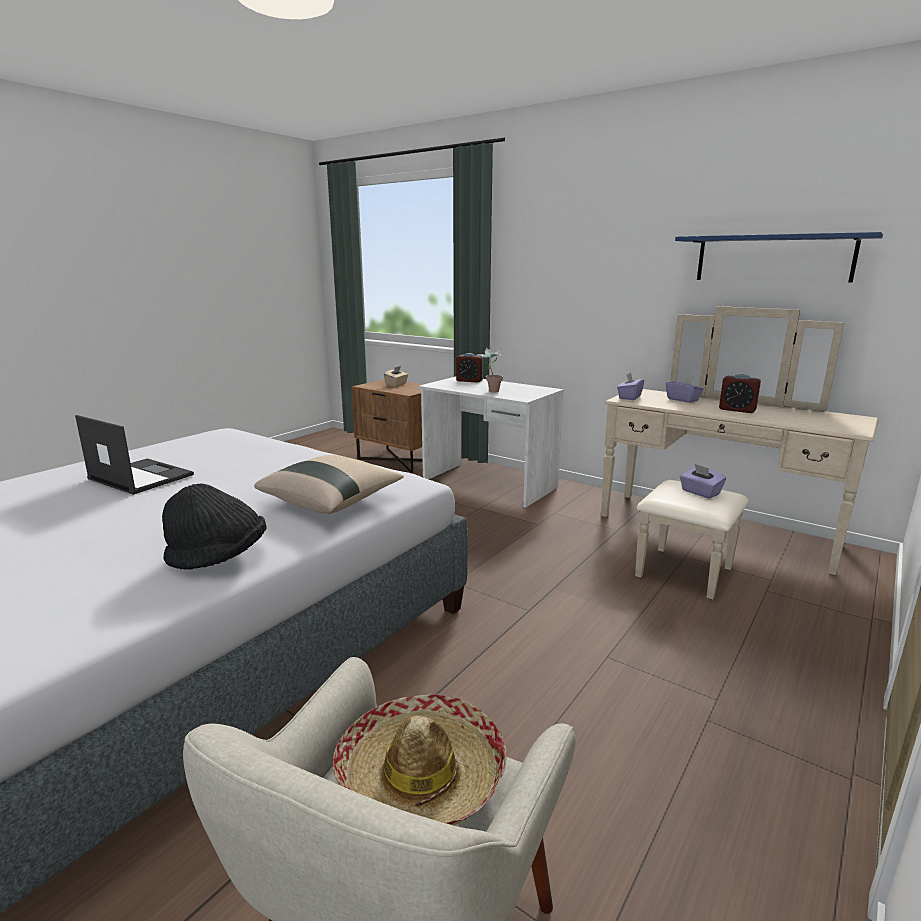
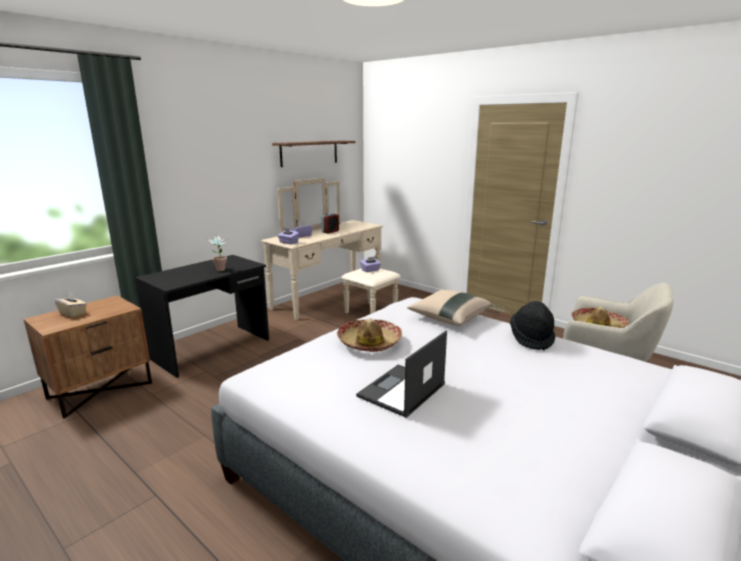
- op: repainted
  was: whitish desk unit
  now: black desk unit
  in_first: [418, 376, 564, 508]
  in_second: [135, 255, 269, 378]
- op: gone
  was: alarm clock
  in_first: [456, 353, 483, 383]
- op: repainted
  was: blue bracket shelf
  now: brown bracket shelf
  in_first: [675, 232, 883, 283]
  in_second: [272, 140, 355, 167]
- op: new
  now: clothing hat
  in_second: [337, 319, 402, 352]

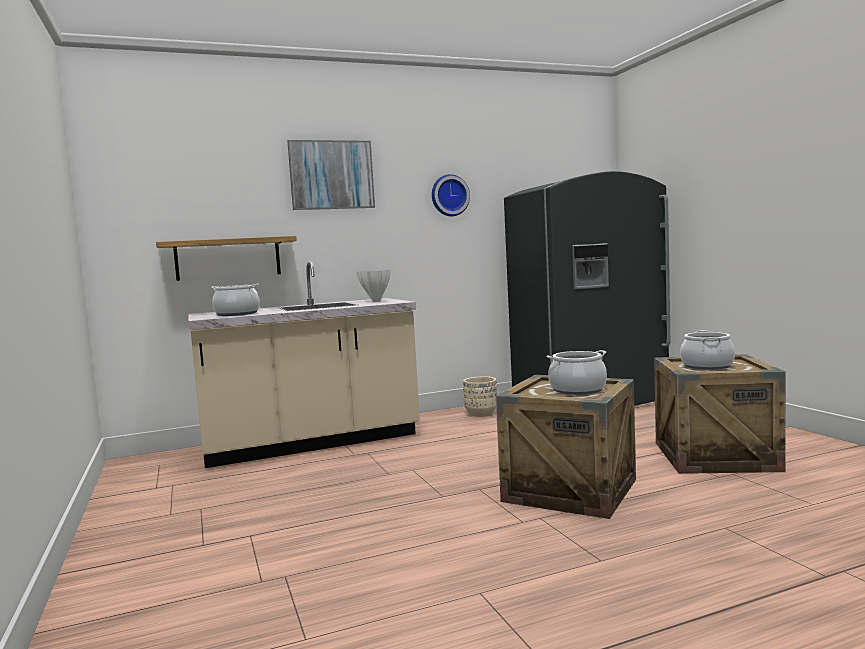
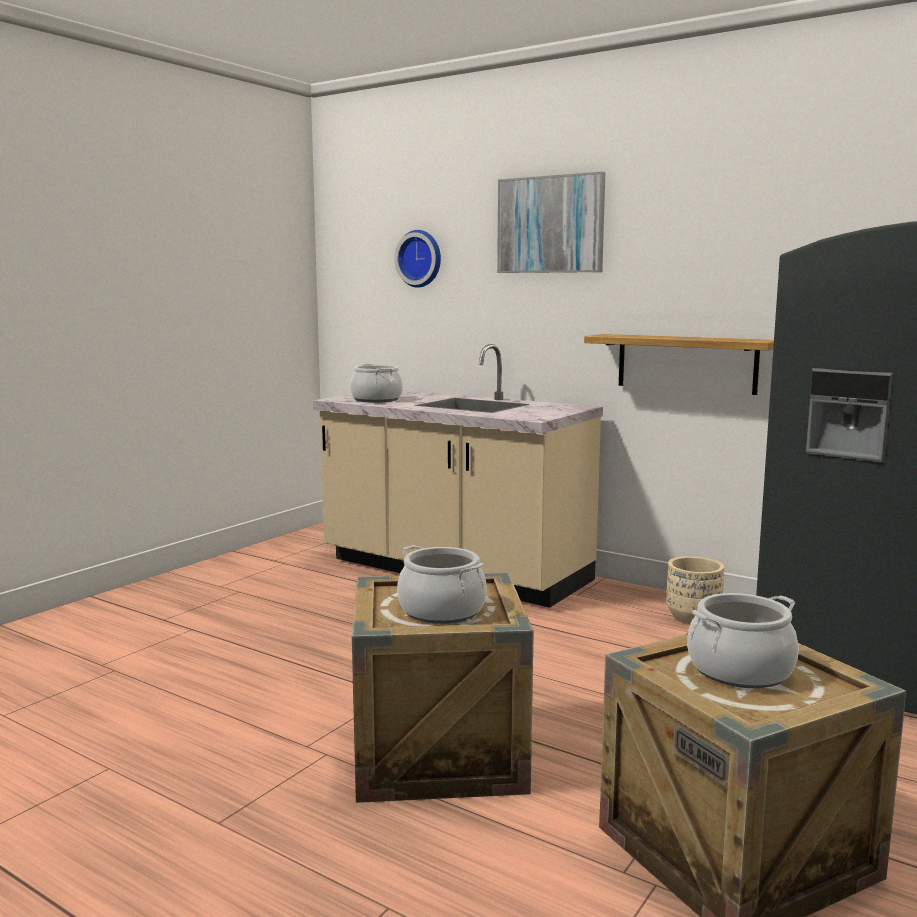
- op: shifted
  was: bracket shelf
  in_first: [156, 236, 297, 281]
  in_second: [584, 334, 774, 395]
- op: gone
  was: whitish decorative vase
  in_first: [357, 270, 390, 302]
- op: shifted
  was: wall clock
  in_first: [432, 174, 470, 216]
  in_second: [394, 230, 441, 288]

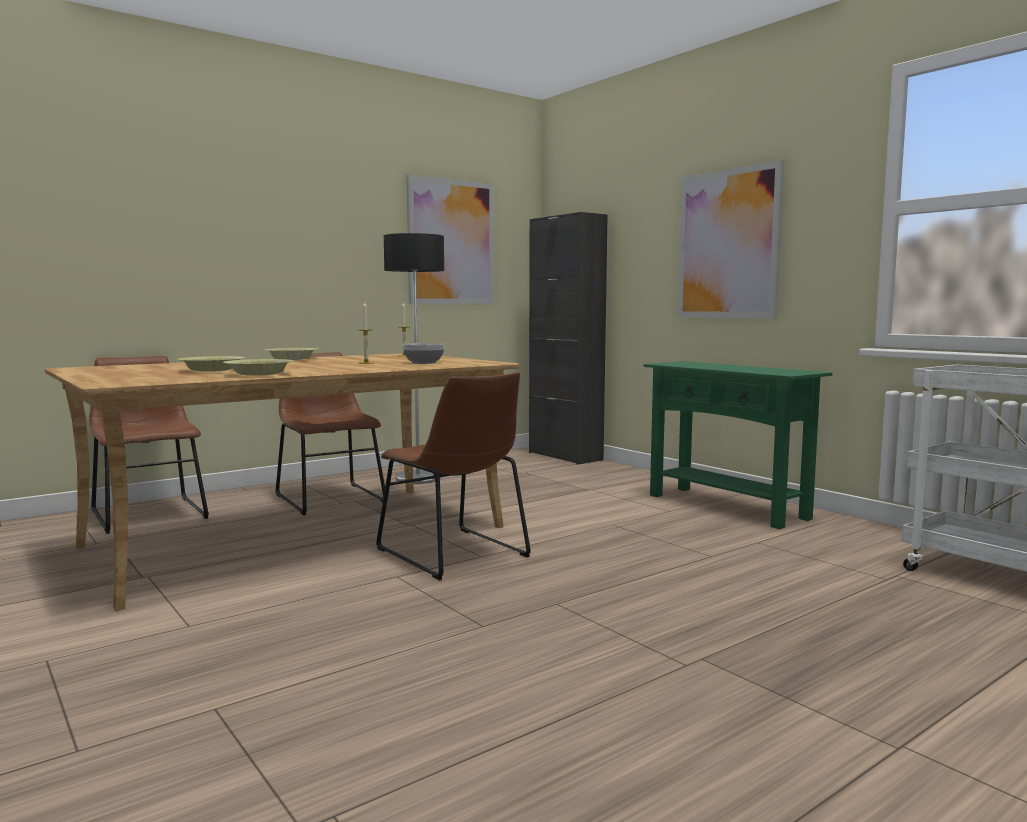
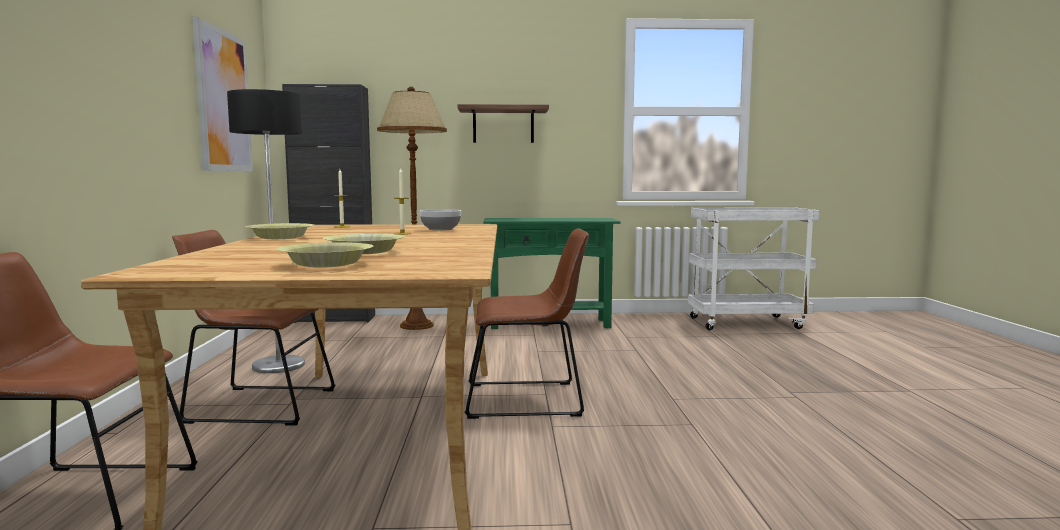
- op: shifted
  was: yellowish bowl
  in_first: [223, 359, 294, 376]
  in_second: [277, 242, 373, 268]
- op: swapped
  was: wall art
  now: bracket shelf
  in_first: [677, 160, 784, 319]
  in_second: [458, 104, 549, 143]
- op: new
  now: brown standard lamp
  in_second: [377, 87, 447, 330]

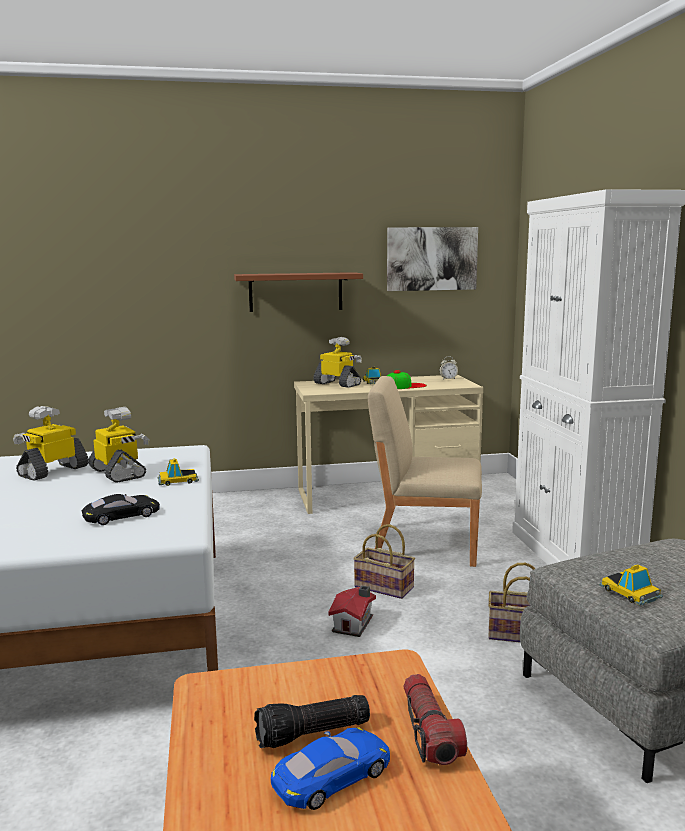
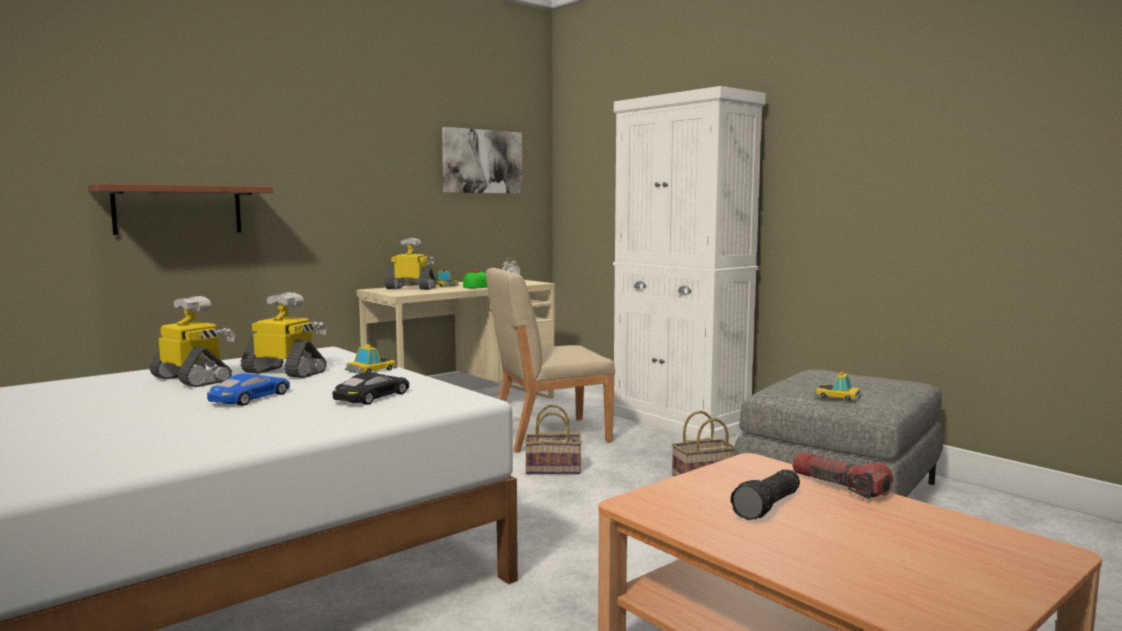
- op: rotated
  was: robot figure
  in_first: [13, 406, 88, 481]
  in_second: [150, 296, 235, 387]
  clockwise: 120
- op: shifted
  was: brown bracket shelf
  in_first: [234, 272, 363, 312]
  in_second: [88, 184, 273, 235]
- op: shifted
  was: blue toy car
  in_first: [271, 727, 390, 810]
  in_second: [207, 373, 290, 406]
- op: gone
  was: toy house
  in_first: [328, 586, 376, 637]

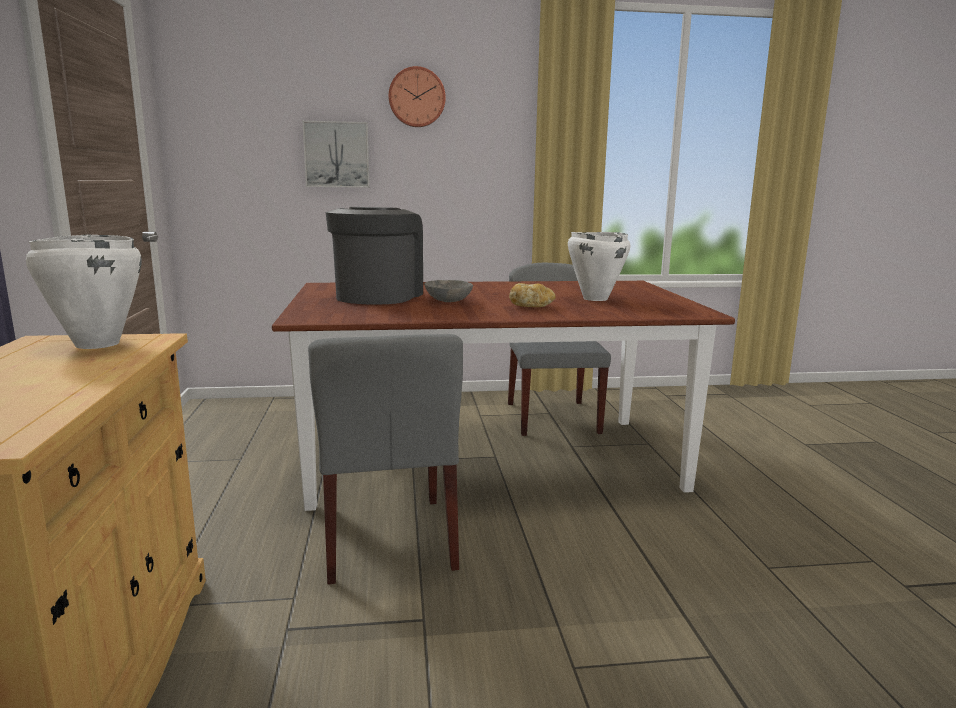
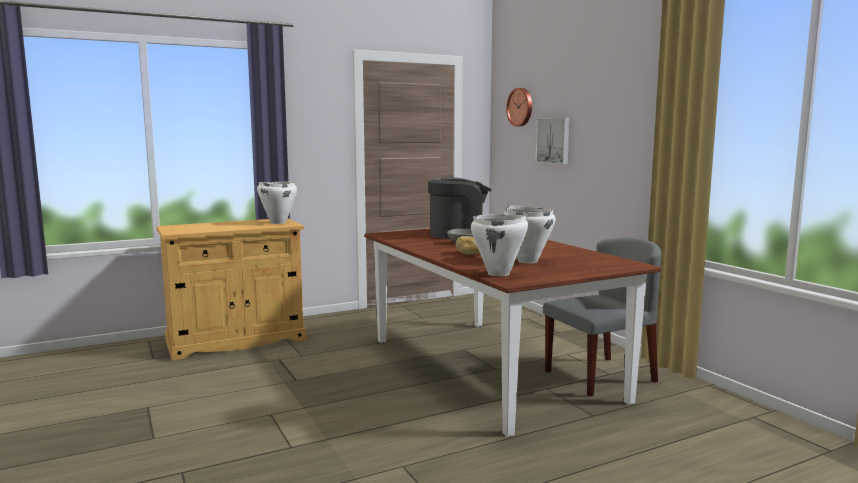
- op: gone
  was: grey plain chair
  in_first: [308, 334, 463, 585]
- op: shifted
  was: wall clock
  in_first: [389, 66, 446, 127]
  in_second: [506, 88, 532, 127]
- op: new
  now: whitish stockpot
  in_second: [471, 215, 528, 276]

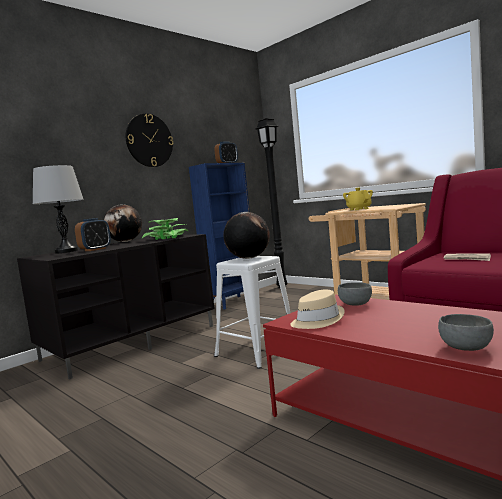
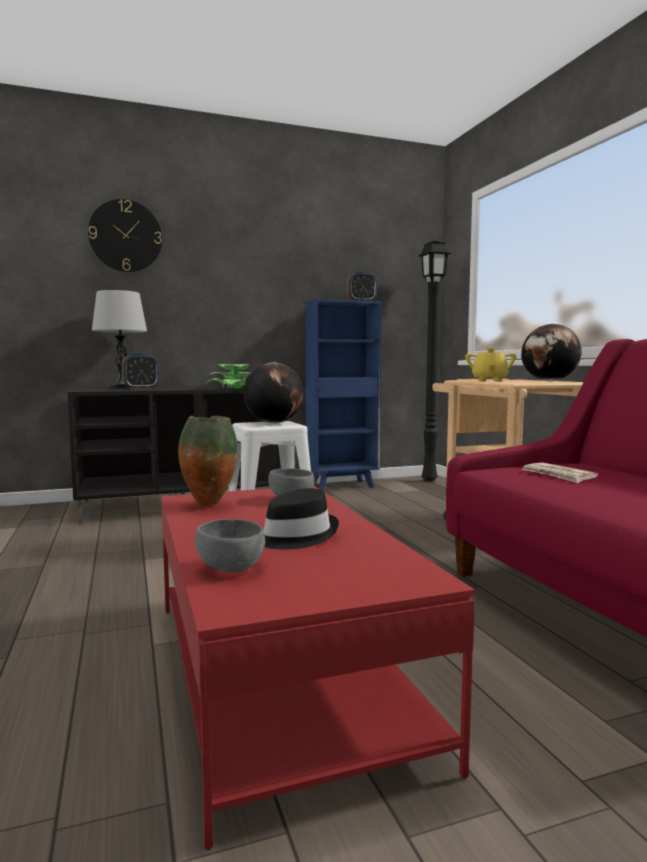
- op: shifted
  was: world globe
  in_first: [104, 204, 142, 242]
  in_second: [521, 324, 582, 381]
- op: shifted
  was: wall clock
  in_first: [126, 114, 173, 167]
  in_second: [88, 199, 162, 272]
- op: swapped
  was: beige-coloured clothing hat
  now: decorative vase
  in_first: [290, 290, 345, 329]
  in_second: [178, 416, 238, 507]
- op: new
  now: black clothing hat
  in_second: [264, 488, 339, 549]

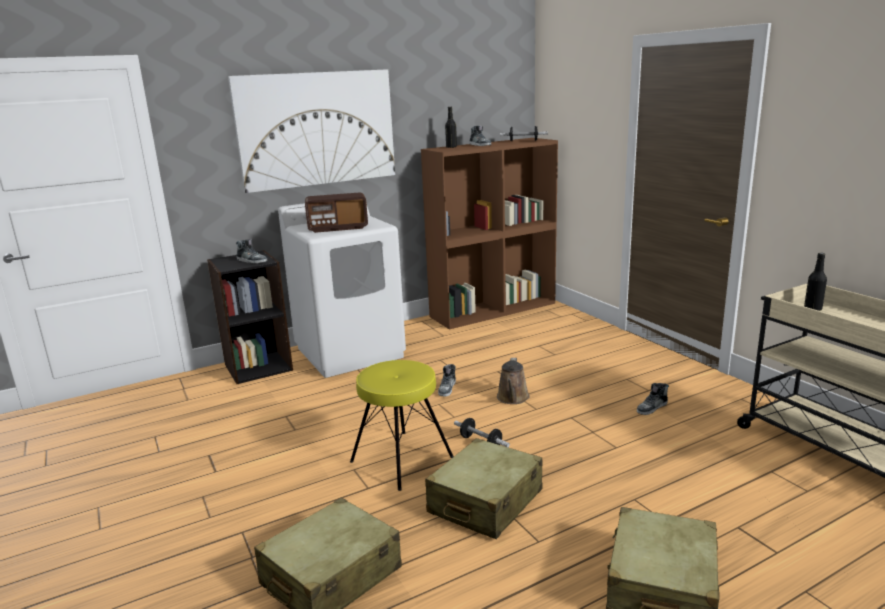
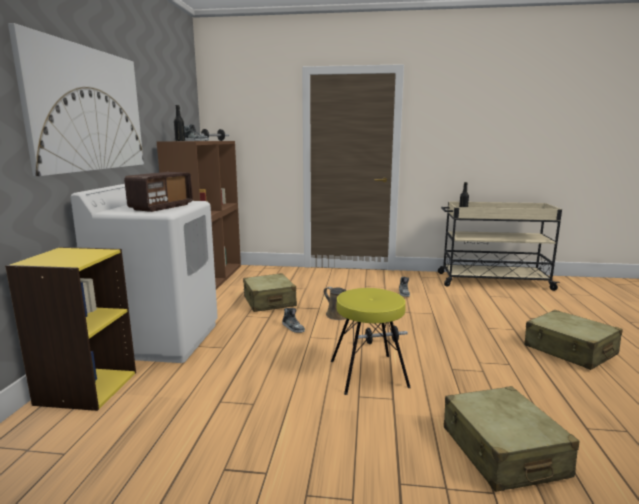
- op: repainted
  was: black shelving unit
  now: yellowish shelving unit
  in_first: [207, 250, 293, 384]
  in_second: [5, 247, 136, 411]
- op: gone
  was: shoe
  in_first: [236, 239, 267, 264]
- op: shifted
  was: beige-coloured piece of luggage
  in_first: [425, 438, 542, 539]
  in_second: [243, 273, 297, 312]

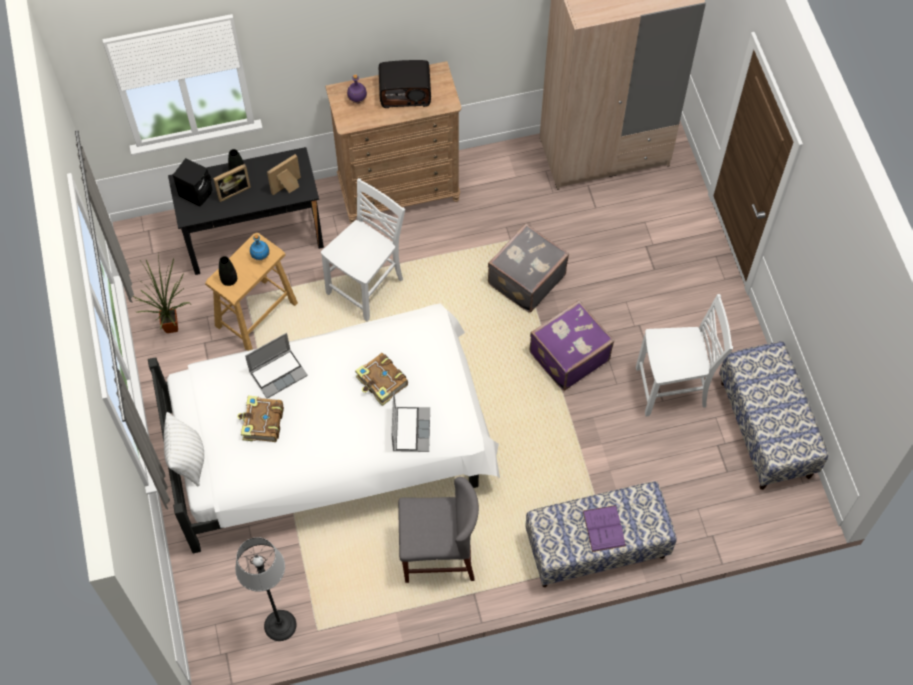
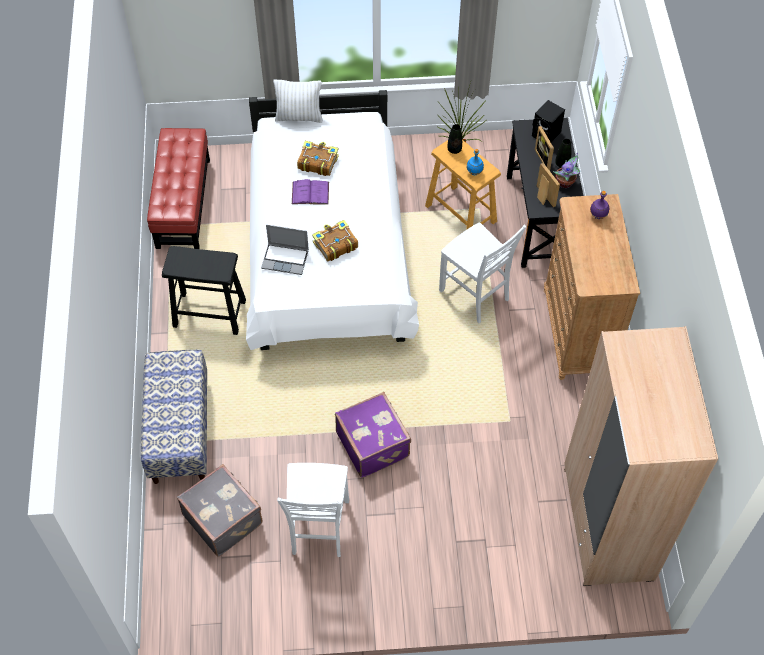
- op: swapped
  was: standard lamp
  now: red pouffe
  in_first: [235, 537, 296, 641]
  in_second: [147, 128, 210, 249]
- op: gone
  was: portable computer
  in_first: [245, 333, 308, 399]
- op: gone
  was: radio
  in_first: [379, 60, 431, 108]
- op: swapped
  was: grey plain chair
  now: black sitting stool
  in_first: [398, 477, 479, 583]
  in_second: [162, 246, 246, 335]
- op: shifted
  was: grey piece of luggage
  in_first: [488, 223, 569, 313]
  in_second: [177, 464, 263, 556]
- op: shifted
  was: purple-coloured book
  in_first: [583, 505, 626, 552]
  in_second: [292, 179, 329, 204]
- op: gone
  was: long seat
  in_first: [719, 341, 828, 490]
- op: new
  now: potted plant
  in_second: [553, 153, 581, 188]

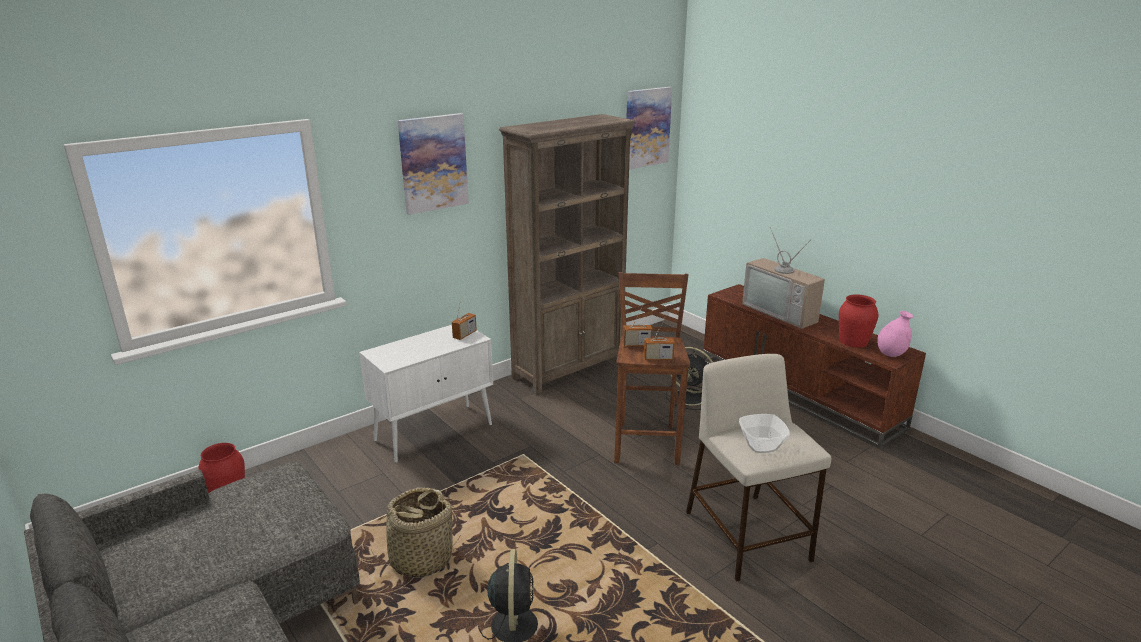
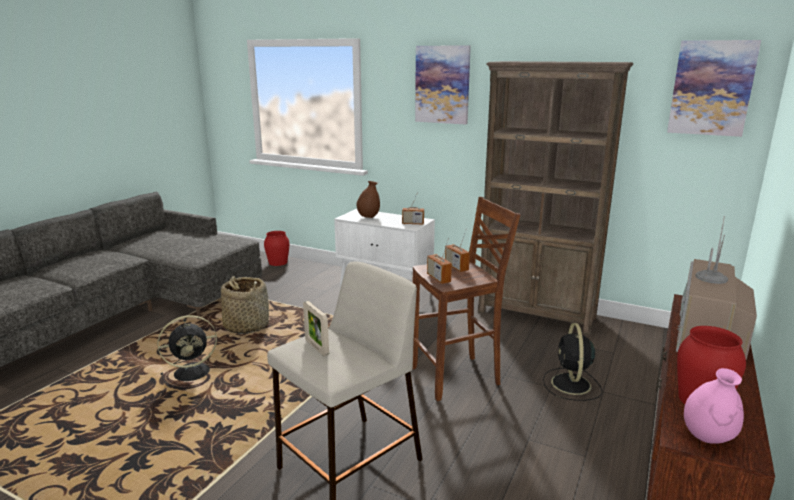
- op: swapped
  was: bowl
  now: picture frame
  in_first: [739, 414, 790, 453]
  in_second: [303, 301, 329, 356]
- op: new
  now: brown decorative vase
  in_second: [357, 181, 380, 218]

